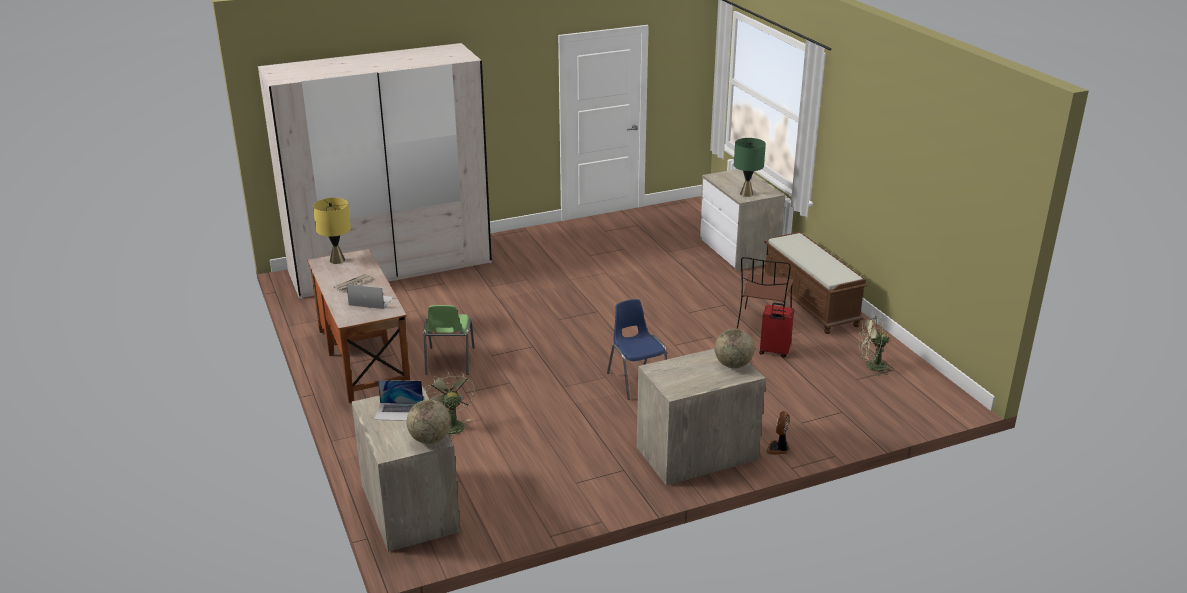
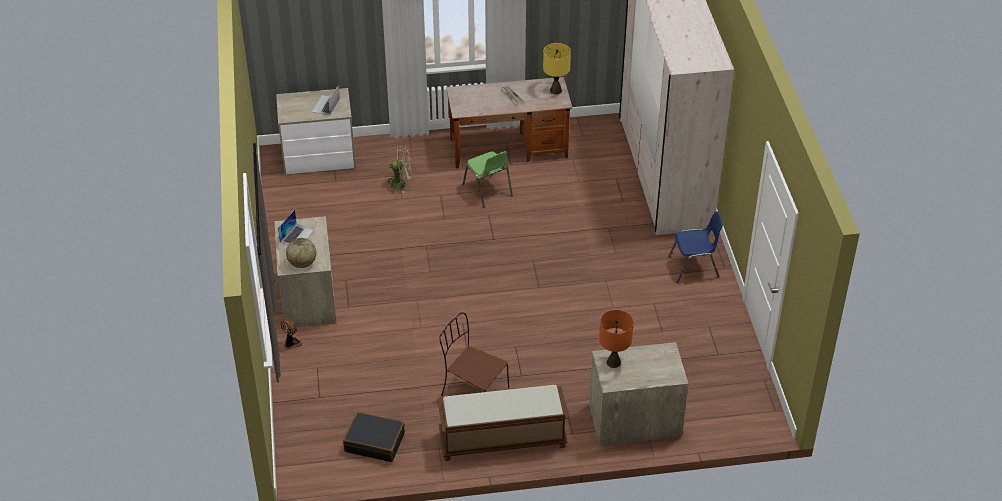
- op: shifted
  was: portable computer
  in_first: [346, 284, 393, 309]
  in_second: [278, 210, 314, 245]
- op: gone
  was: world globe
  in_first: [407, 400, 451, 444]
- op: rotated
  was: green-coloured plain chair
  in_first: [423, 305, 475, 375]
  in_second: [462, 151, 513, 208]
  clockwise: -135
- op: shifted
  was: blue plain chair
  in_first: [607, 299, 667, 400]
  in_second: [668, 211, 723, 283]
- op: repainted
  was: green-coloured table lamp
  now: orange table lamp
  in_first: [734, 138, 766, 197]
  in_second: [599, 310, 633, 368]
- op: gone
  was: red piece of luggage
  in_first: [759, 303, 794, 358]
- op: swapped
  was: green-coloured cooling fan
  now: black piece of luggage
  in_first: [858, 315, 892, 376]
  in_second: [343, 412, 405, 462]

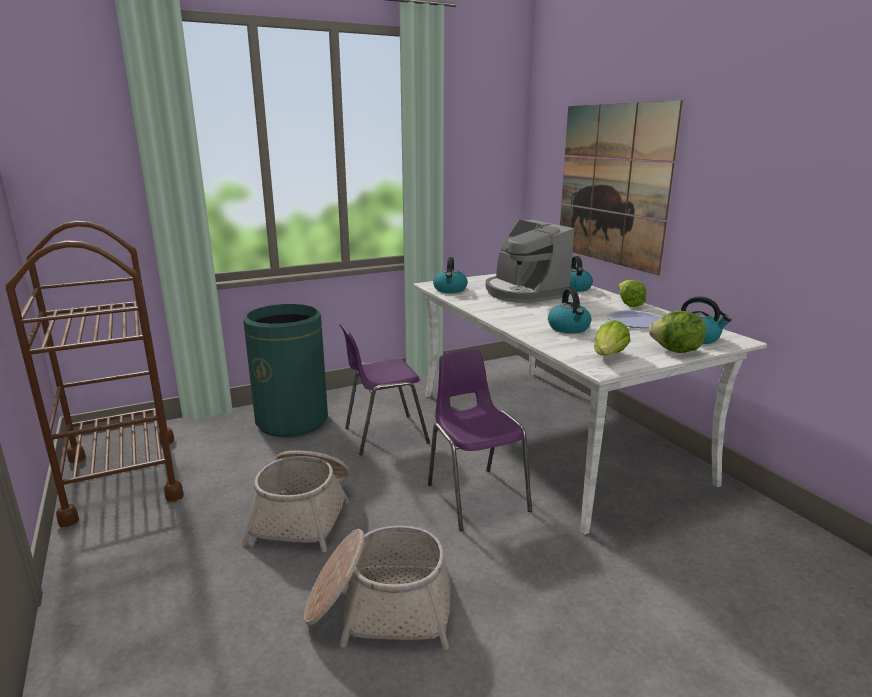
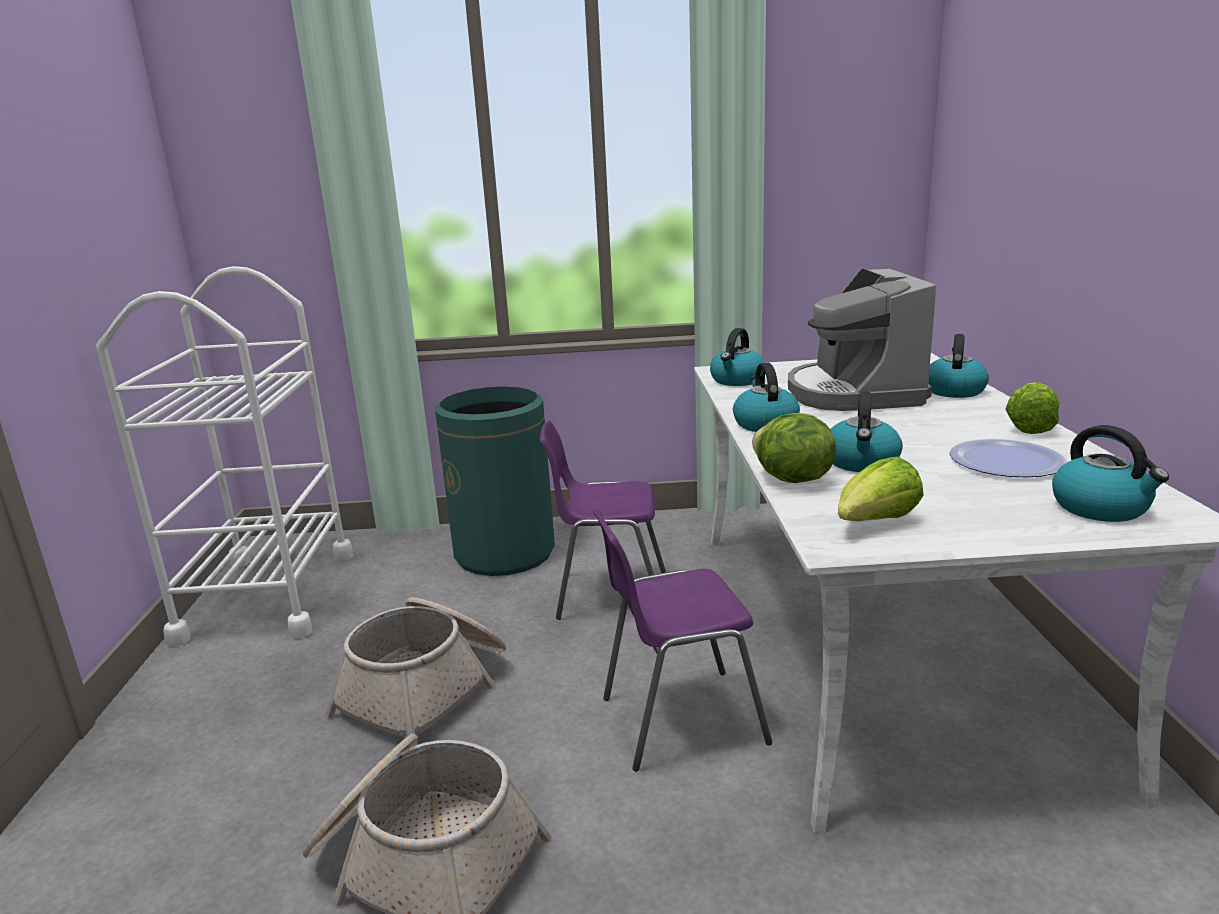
- op: repainted
  was: brown cart
  now: whitish cart
  in_first: [6, 221, 184, 527]
  in_second: [96, 266, 353, 647]
- op: rotated
  was: purple-coloured plain chair
  in_first: [428, 349, 532, 531]
  in_second: [592, 508, 772, 772]
  clockwise: -105
- op: gone
  was: wall art
  in_first: [560, 100, 683, 275]
- op: shifted
  was: lettuce head
  in_first: [649, 311, 706, 353]
  in_second: [752, 413, 836, 483]
- op: new
  now: water kettle
  in_second: [733, 363, 800, 432]

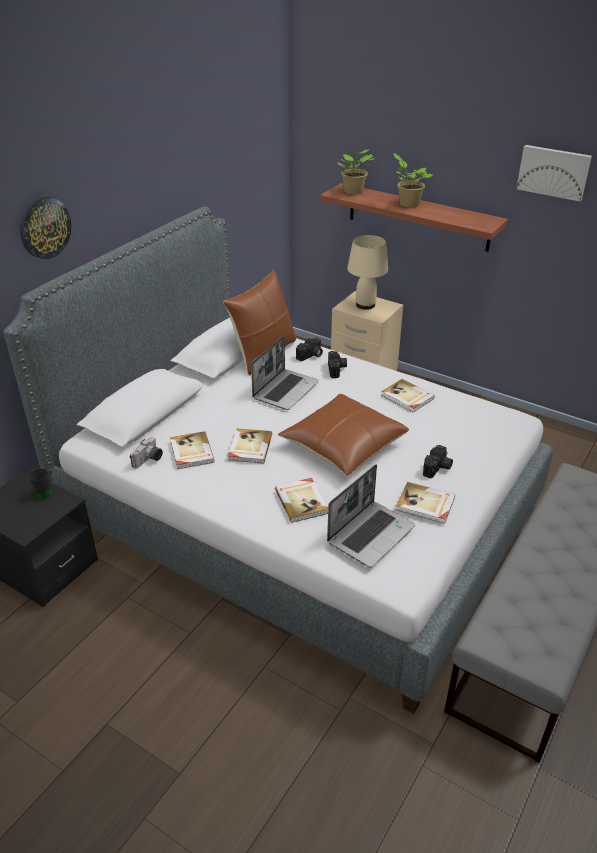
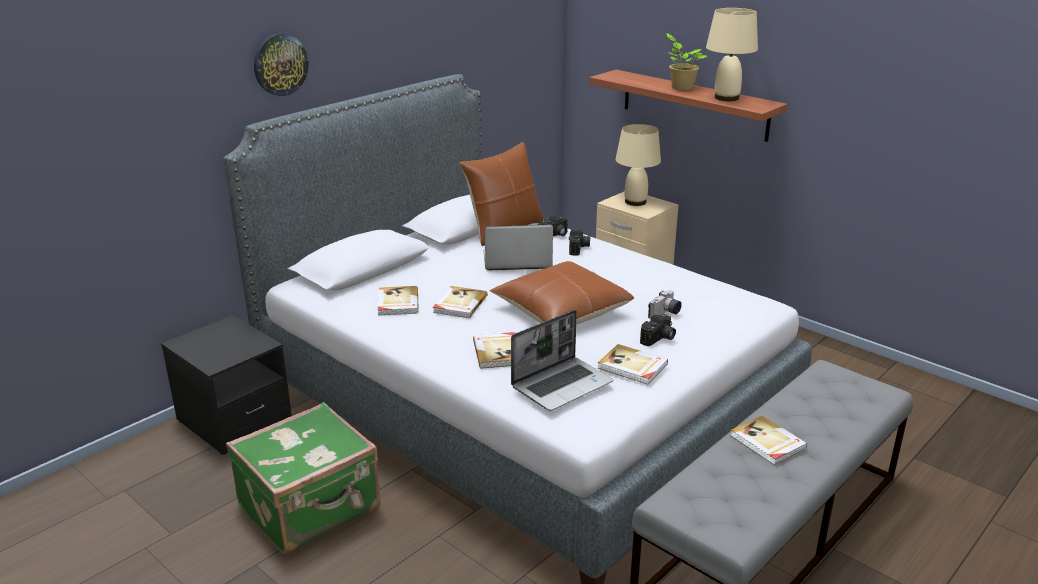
- op: gone
  was: black mug
  in_first: [29, 468, 51, 499]
- op: shifted
  was: still camera
  in_first: [130, 437, 163, 469]
  in_second: [648, 290, 682, 319]
- op: rotated
  was: portable computer
  in_first: [251, 336, 319, 410]
  in_second: [484, 225, 553, 270]
  clockwise: -135
- op: gone
  was: potted plant
  in_first: [338, 149, 375, 195]
- op: shifted
  was: book
  in_first: [381, 379, 435, 412]
  in_second: [730, 415, 807, 465]
- op: gone
  was: wall art
  in_first: [516, 145, 592, 201]
- op: new
  now: green-coloured piece of luggage
  in_second: [226, 402, 380, 554]
- op: new
  now: beige-coloured table lamp
  in_second: [706, 8, 758, 101]

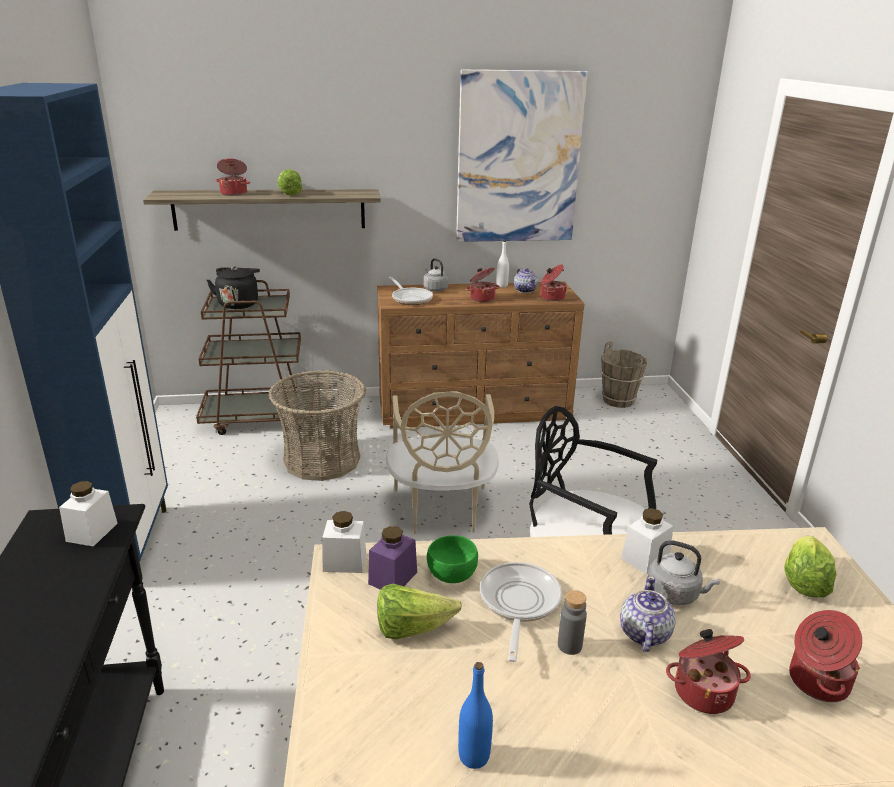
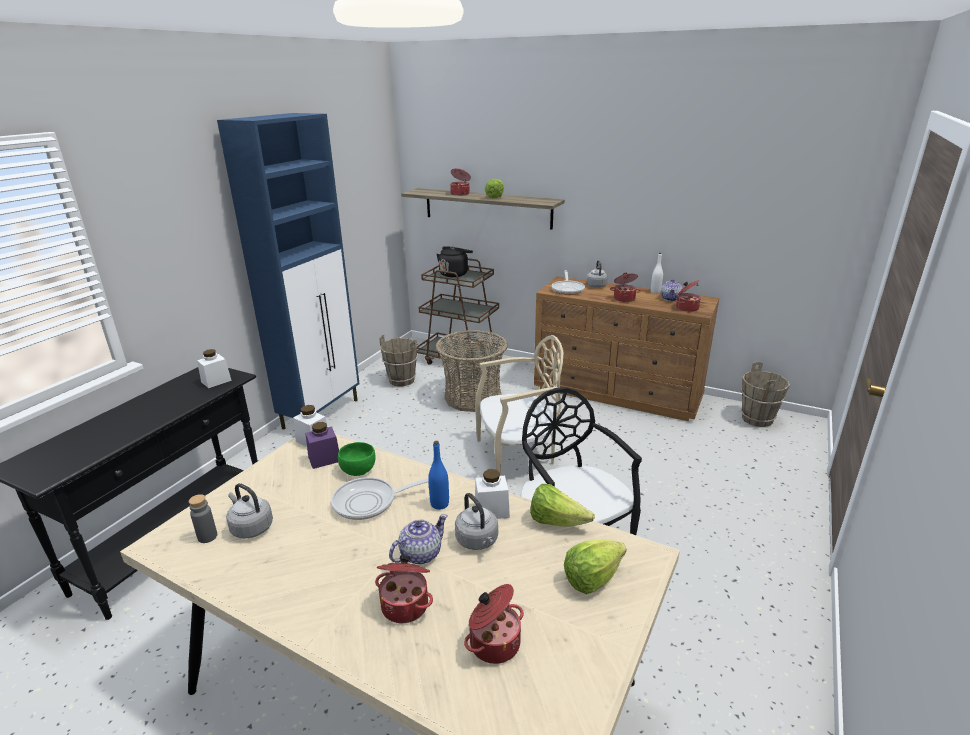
- op: shifted
  was: lettuce head
  in_first: [377, 584, 462, 639]
  in_second: [530, 484, 595, 527]
- op: rotated
  was: beige-coloured plain chair
  in_first: [386, 391, 499, 534]
  in_second: [475, 335, 564, 475]
  clockwise: -135
- op: gone
  was: wall art
  in_first: [456, 69, 588, 242]
- op: shifted
  was: blue beverage bottle
  in_first: [458, 662, 493, 769]
  in_second: [428, 441, 449, 510]
- op: rotated
  was: skillet
  in_first: [480, 562, 562, 662]
  in_second: [331, 477, 428, 520]
  clockwise: -150
- op: shifted
  was: grey beverage bottle
  in_first: [558, 590, 587, 655]
  in_second: [189, 494, 217, 543]
- op: new
  now: grey water kettle
  in_second: [226, 483, 273, 538]
- op: new
  now: brown bucket
  in_second: [379, 335, 418, 387]

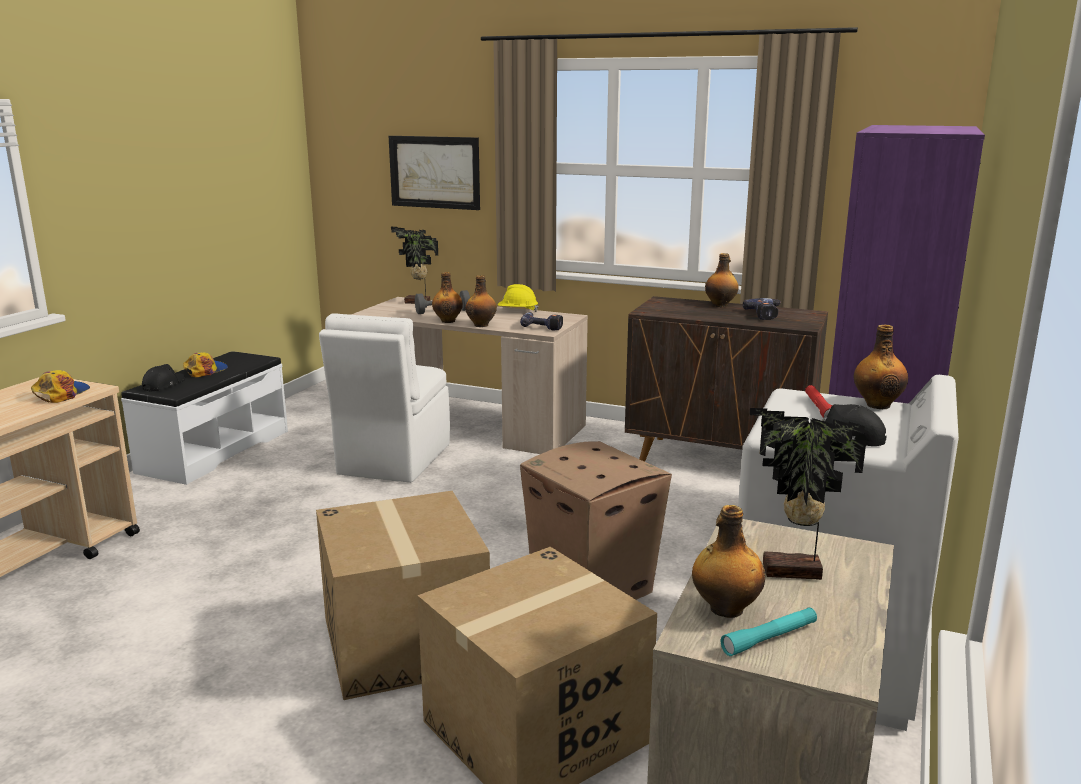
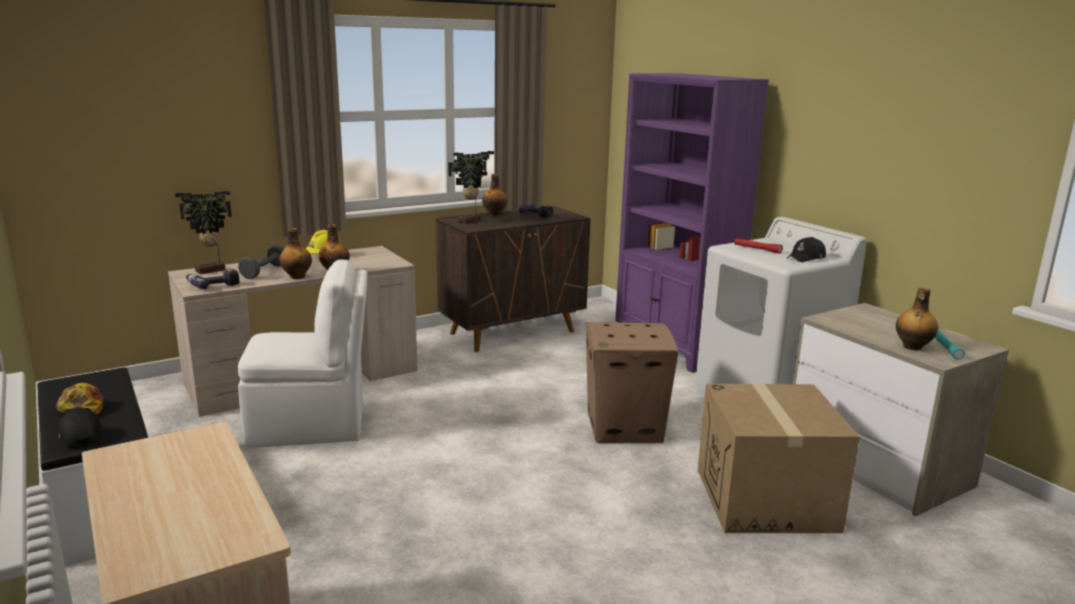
- op: gone
  was: baseball cap
  in_first: [31, 370, 90, 403]
- op: gone
  was: cardboard box
  in_first: [316, 491, 490, 700]
- op: rotated
  was: whitish plain chair
  in_first: [319, 313, 450, 483]
  in_second: [238, 259, 367, 448]
  clockwise: -60
- op: gone
  was: wall art
  in_first: [389, 136, 480, 210]
- op: shifted
  was: electric drill
  in_first: [520, 312, 563, 331]
  in_second: [186, 269, 240, 289]
- op: shifted
  was: potted plant
  in_first: [749, 408, 866, 580]
  in_second: [448, 151, 494, 224]
- op: gone
  was: beverage bottle
  in_first: [854, 325, 908, 409]

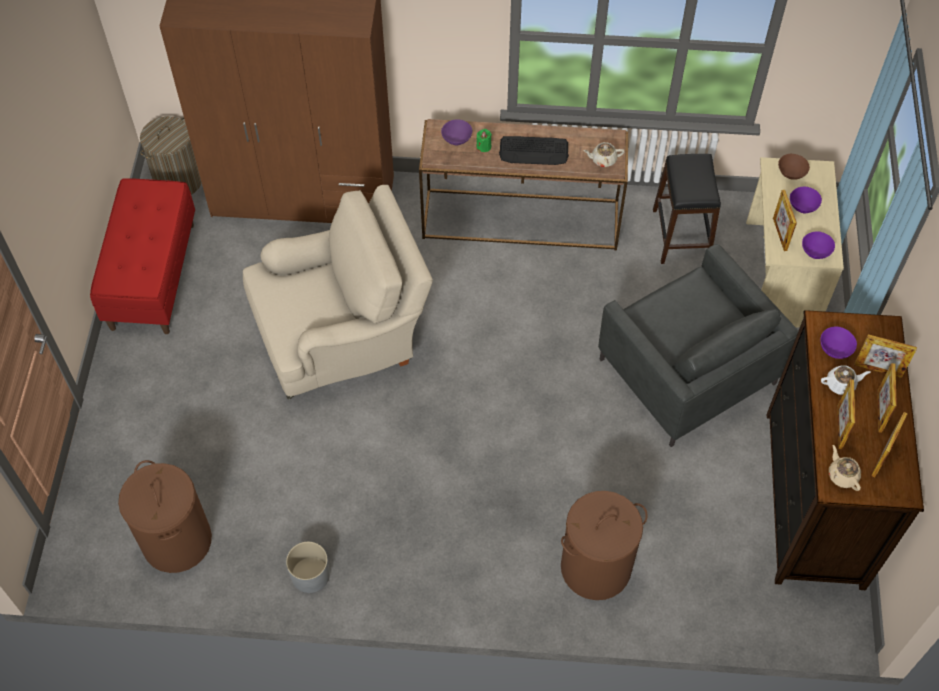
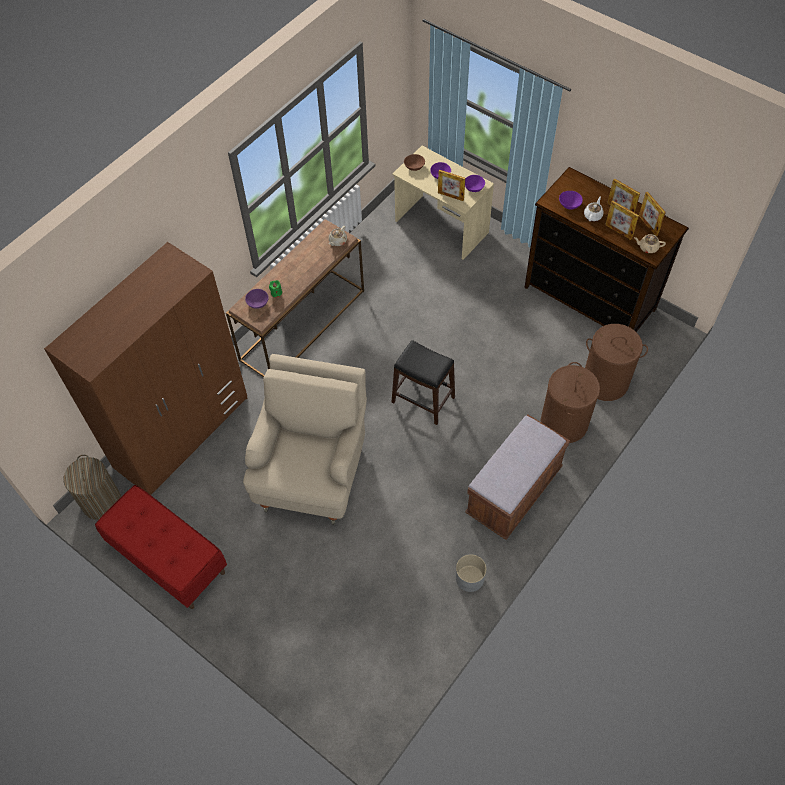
- op: shifted
  was: brown washing basket
  in_first: [118, 460, 212, 573]
  in_second: [585, 324, 648, 401]
- op: gone
  was: keyboard
  in_first: [499, 136, 569, 165]
- op: gone
  was: grey armchair
  in_first: [598, 244, 798, 447]
- op: shifted
  was: black sitting stool
  in_first: [653, 154, 721, 264]
  in_second: [391, 340, 455, 425]
- op: gone
  was: picture frame
  in_first: [854, 334, 917, 378]
- op: new
  now: brown long seat
  in_second: [465, 415, 570, 540]

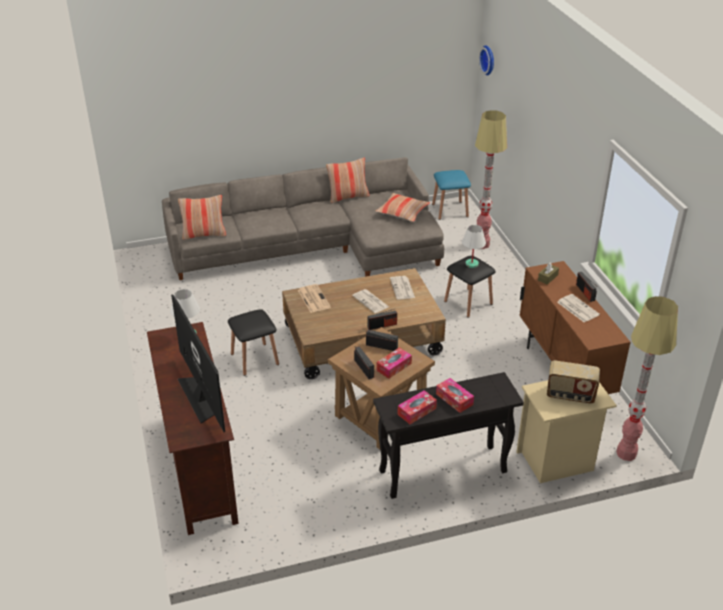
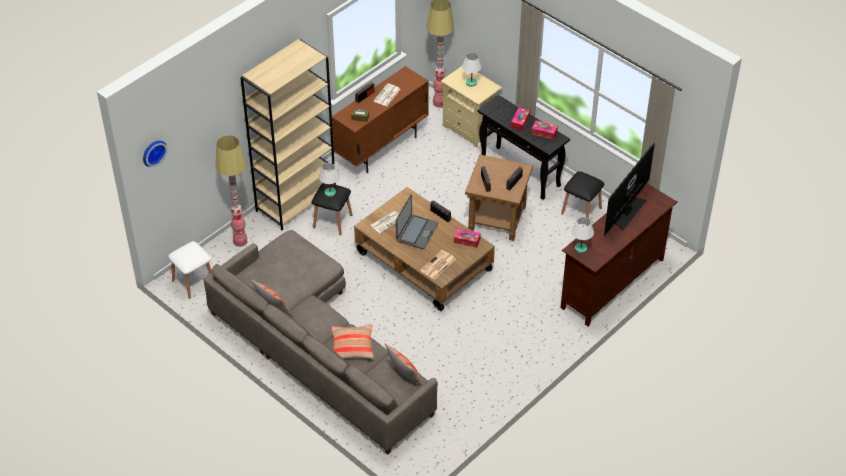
- op: shifted
  was: black sitting stool
  in_first: [228, 309, 279, 376]
  in_second: [561, 171, 604, 226]
- op: swapped
  was: daily paper
  now: portable computer
  in_first: [352, 289, 389, 313]
  in_second: [396, 194, 438, 249]
- op: shifted
  was: throw pillow
  in_first: [375, 193, 430, 222]
  in_second: [331, 325, 374, 359]
- op: shifted
  was: tissue box
  in_first: [377, 347, 412, 379]
  in_second: [454, 228, 481, 248]
- op: repainted
  was: blue sitting stool
  now: whitish sitting stool
  in_first: [432, 170, 471, 220]
  in_second: [168, 241, 211, 299]
- op: swapped
  was: radio
  now: whitish table lamp
  in_first: [547, 360, 600, 404]
  in_second: [462, 53, 482, 87]
- op: new
  now: beige-coloured shelving unit
  in_second: [240, 39, 336, 230]

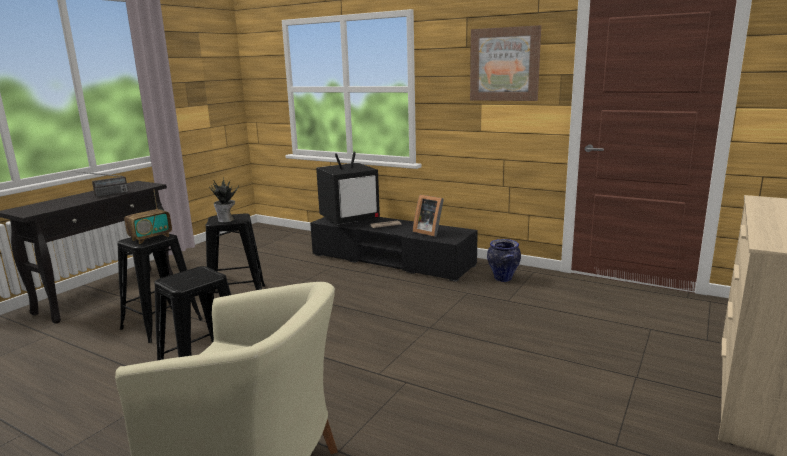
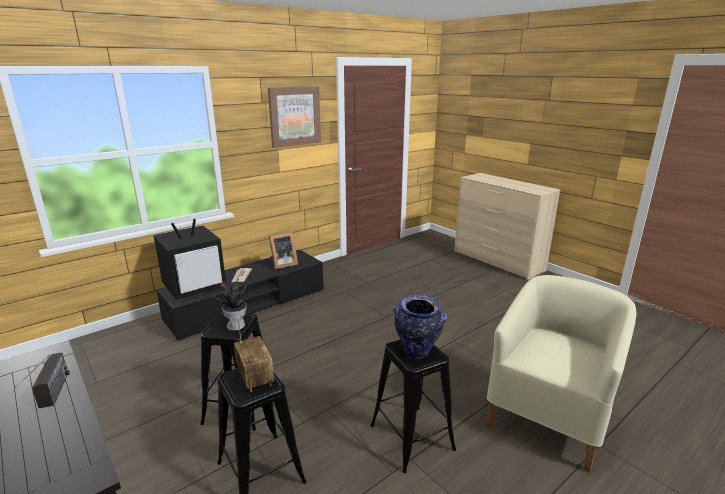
- op: rotated
  was: television
  in_first: [316, 151, 380, 225]
  in_second: [153, 218, 226, 301]
  clockwise: 60
- op: shifted
  was: decorative vase
  in_first: [487, 239, 521, 282]
  in_second: [393, 295, 448, 359]

